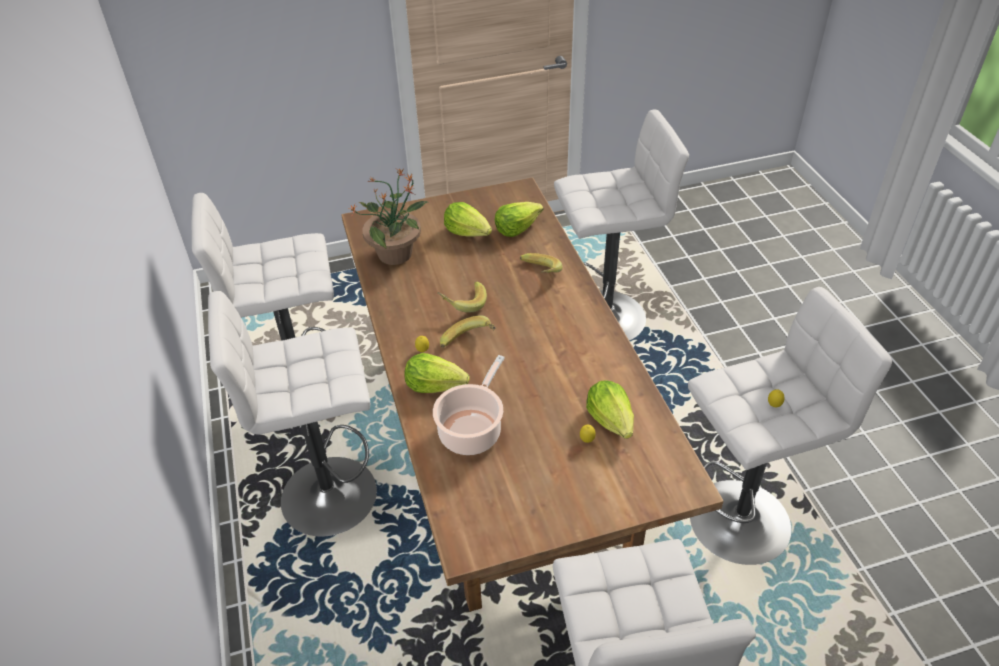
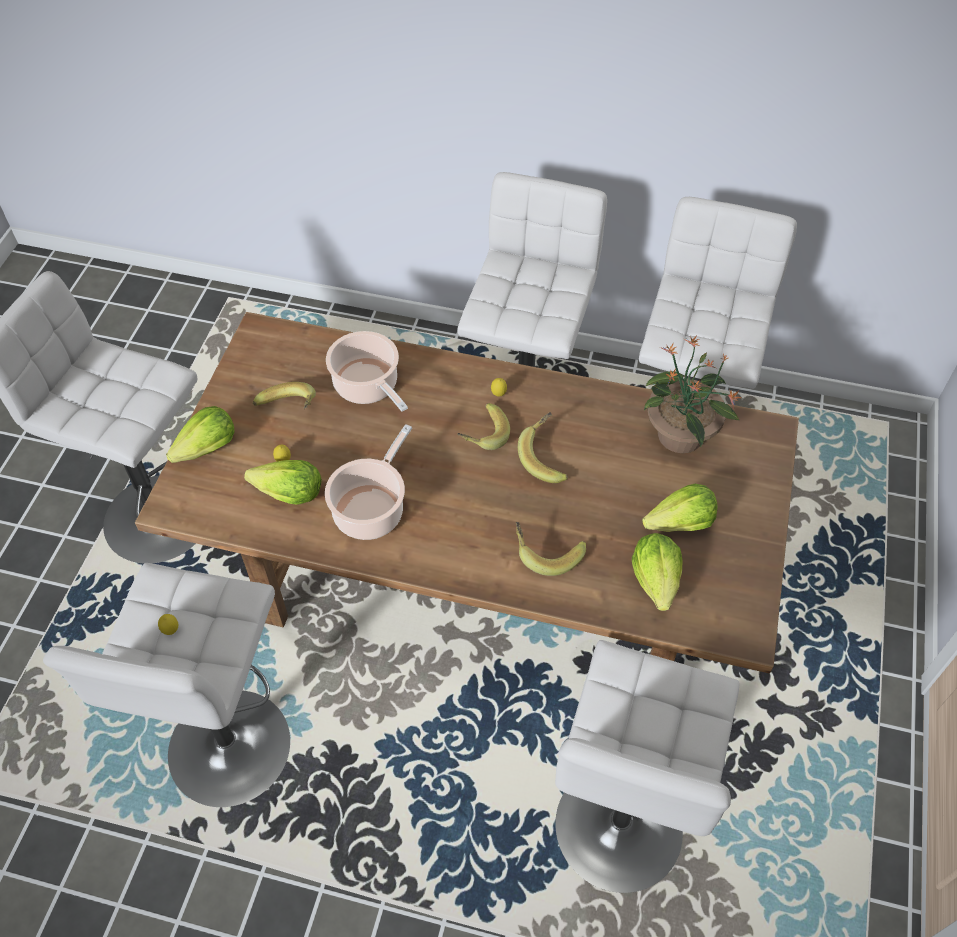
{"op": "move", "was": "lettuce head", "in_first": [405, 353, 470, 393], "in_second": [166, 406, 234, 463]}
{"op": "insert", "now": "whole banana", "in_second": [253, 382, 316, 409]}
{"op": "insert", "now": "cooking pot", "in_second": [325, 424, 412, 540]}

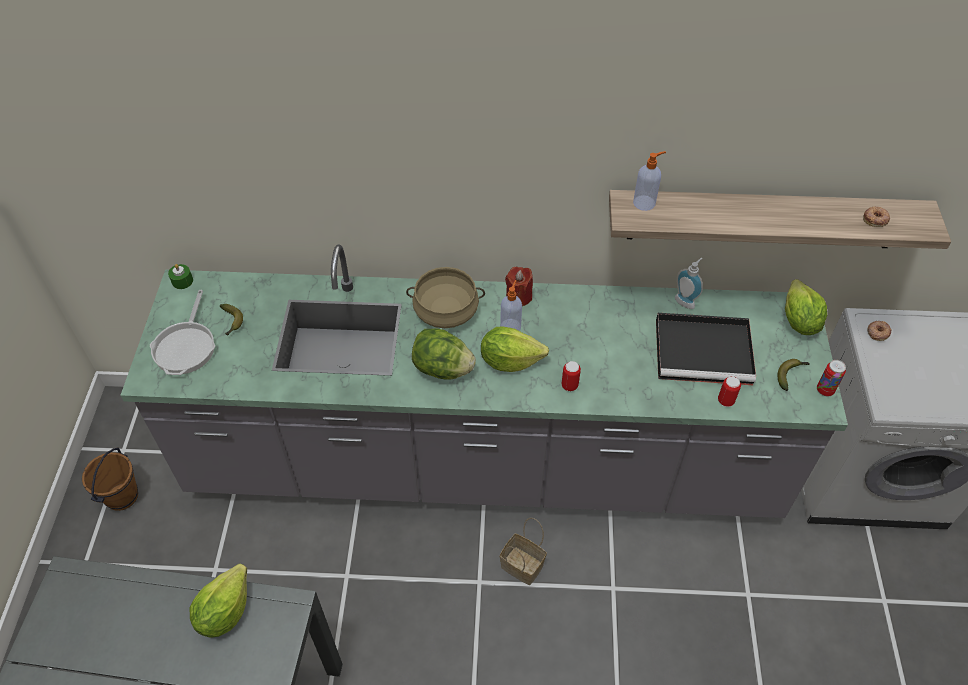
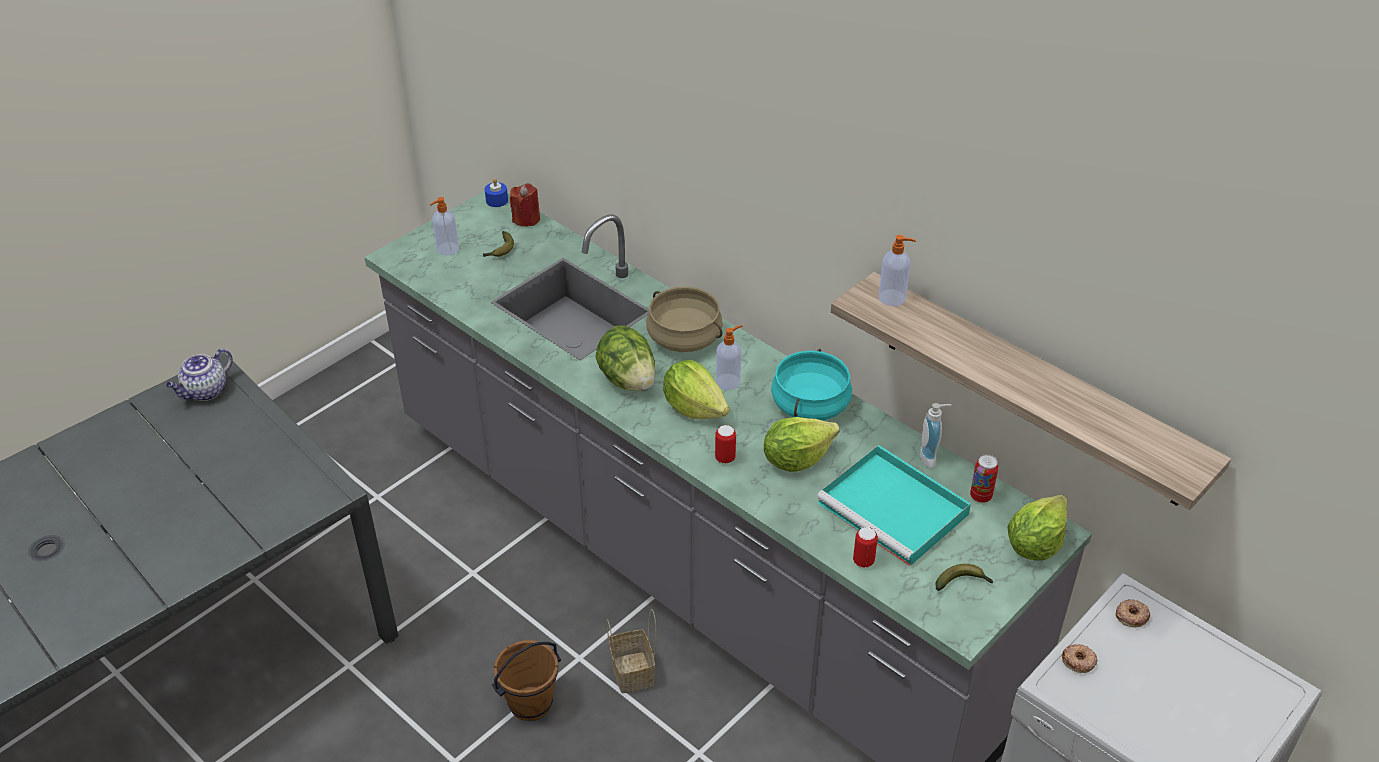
{"op": "move", "was": "ring doughnut", "in_first": [863, 207, 890, 227], "in_second": [1062, 644, 1097, 673]}
{"op": "recolor", "was": "green candle", "now": "blue-coloured candle", "in_first": [168, 264, 193, 289], "in_second": [485, 178, 508, 207]}
{"op": "move", "was": "red candle", "in_first": [505, 267, 533, 306], "in_second": [510, 183, 540, 227]}
{"op": "replace", "was": "skillet", "now": "soap bottle", "in_first": [150, 290, 215, 375], "in_second": [430, 197, 459, 255]}
{"op": "recolor", "was": "blackish tray", "now": "turquoise-coloured tray", "in_first": [656, 313, 756, 385], "in_second": [817, 445, 971, 566]}
{"op": "move", "was": "metal can", "in_first": [817, 360, 846, 397], "in_second": [970, 454, 998, 503]}
{"op": "move", "was": "brown pail", "in_first": [82, 448, 138, 511], "in_second": [492, 640, 561, 721]}
{"op": "move", "was": "lettuce head", "in_first": [189, 563, 247, 638], "in_second": [764, 417, 840, 472]}
{"op": "insert", "now": "teapot", "in_second": [166, 348, 233, 401]}
{"op": "insert", "now": "turquoise-coloured cooking pot", "in_second": [771, 349, 852, 421]}

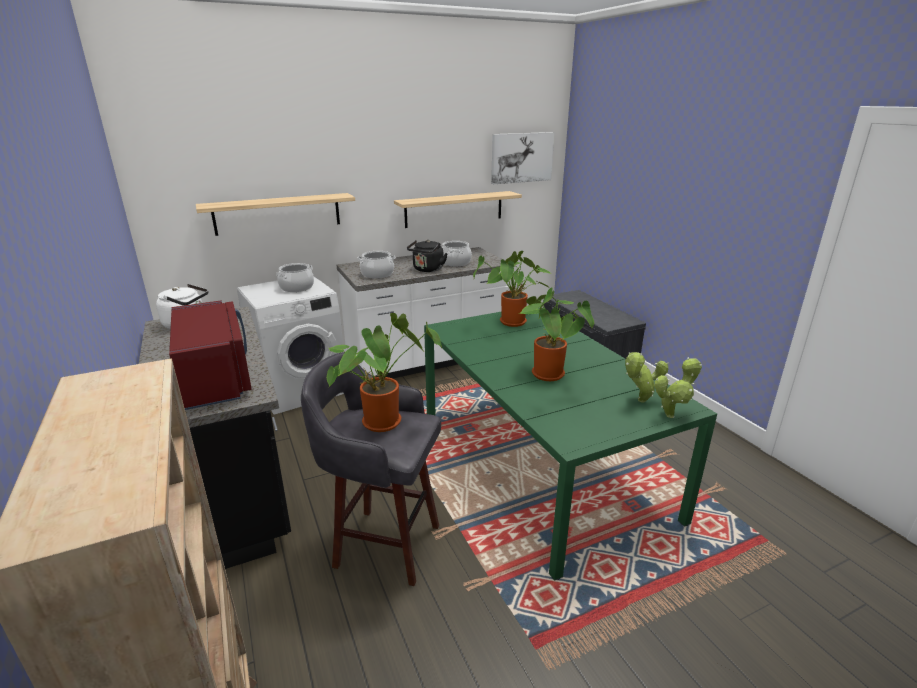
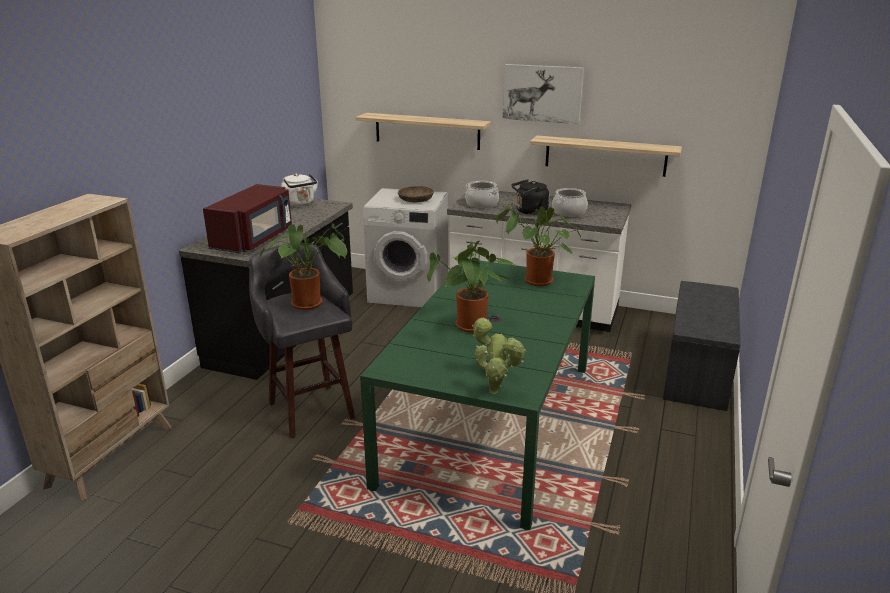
{"op": "move", "was": "wall art", "in_first": [491, 132, 554, 184], "in_second": [503, 64, 584, 124]}
{"op": "replace", "was": "cooking pot", "now": "brown bowl", "in_first": [276, 263, 314, 292], "in_second": [398, 186, 434, 202]}

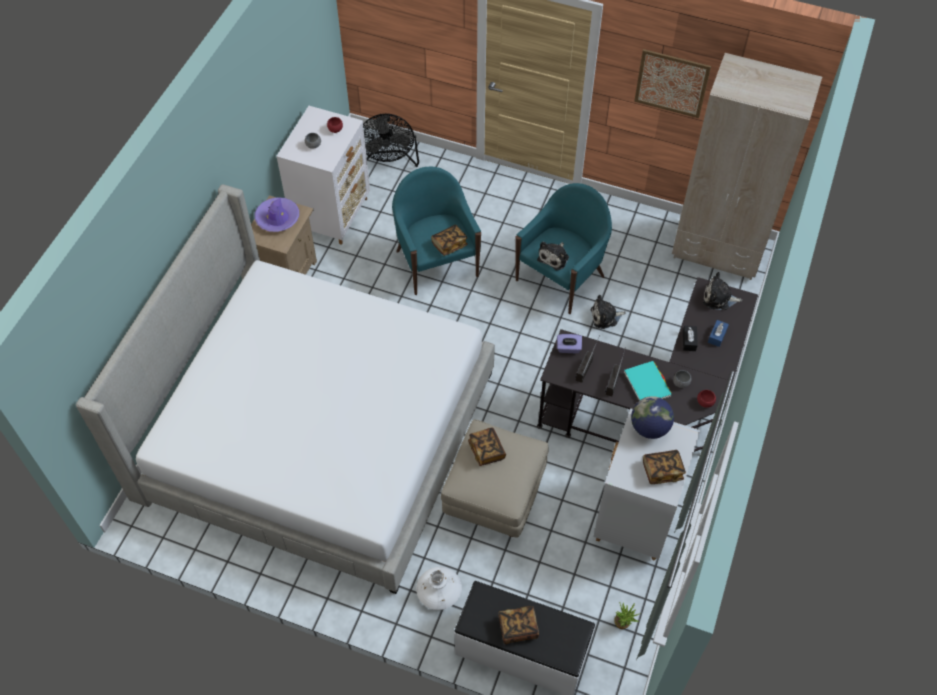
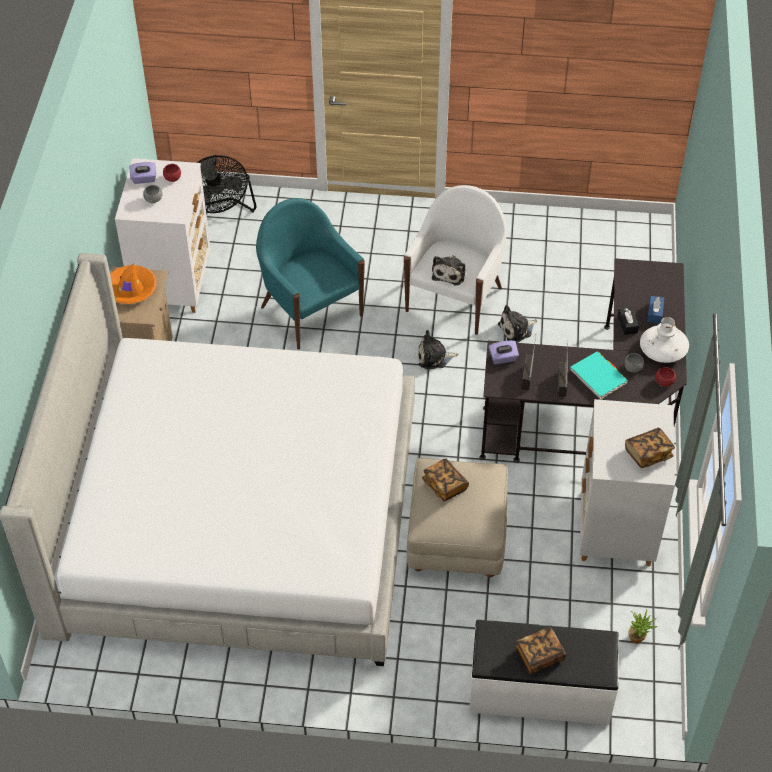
{"op": "delete", "was": "wall art", "in_first": [634, 49, 711, 118]}
{"op": "delete", "was": "beige-coloured wardrobe", "in_first": [672, 53, 822, 280]}
{"op": "recolor", "was": "turquoise-coloured armchair", "now": "white-coloured armchair", "in_first": [516, 183, 612, 314], "in_second": [404, 185, 507, 335]}
{"op": "recolor", "was": "purple wearable hat", "now": "orange wearable hat", "in_first": [254, 197, 299, 232], "in_second": [110, 263, 156, 304]}
{"op": "delete", "was": "book", "in_first": [431, 225, 468, 256]}
{"op": "move", "was": "soft toy", "in_first": [703, 272, 742, 310], "in_second": [418, 330, 458, 370]}
{"op": "delete", "was": "globe", "in_first": [631, 396, 674, 439]}
{"op": "move", "was": "white-coloured flower vase", "in_first": [416, 567, 462, 610], "in_second": [640, 317, 689, 363]}
{"op": "insert", "now": "purple tissue holder", "in_second": [129, 162, 156, 184]}

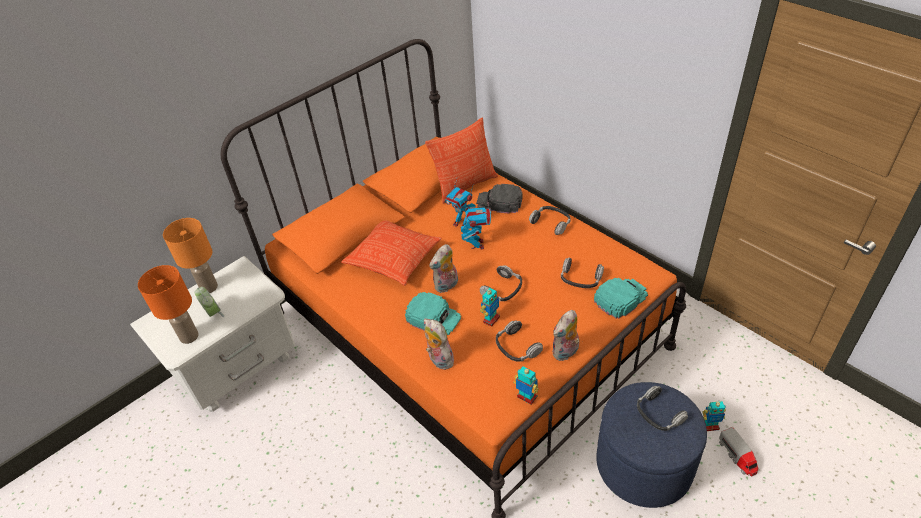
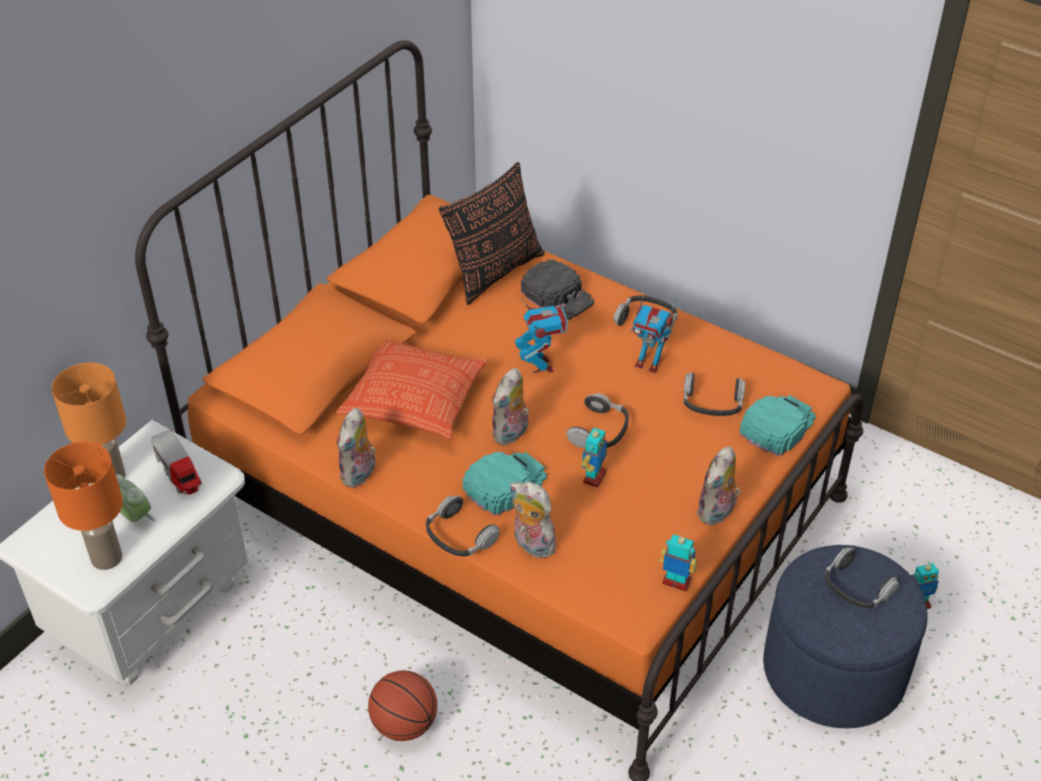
{"op": "recolor", "was": "orange pillow", "now": "blackish pillow", "in_first": [425, 118, 498, 204], "in_second": [439, 162, 545, 305]}
{"op": "move", "was": "robot figure", "in_first": [445, 179, 476, 227], "in_second": [630, 289, 676, 373]}
{"op": "rotate", "was": "blackish baseball cap", "in_first": [476, 184, 522, 213], "in_second": [521, 259, 594, 320], "clockwise": -135}
{"op": "rotate", "was": "turquoise-coloured baseball cap", "in_first": [405, 292, 461, 335], "in_second": [463, 451, 547, 516], "clockwise": -60}
{"op": "move", "was": "headphones", "in_first": [496, 321, 543, 362], "in_second": [426, 496, 499, 557]}
{"op": "move", "was": "toy lorry", "in_first": [719, 427, 758, 476], "in_second": [151, 430, 202, 495]}
{"op": "insert", "now": "soft toy", "in_second": [337, 408, 376, 488]}
{"op": "insert", "now": "basketball ball", "in_second": [368, 670, 437, 741]}

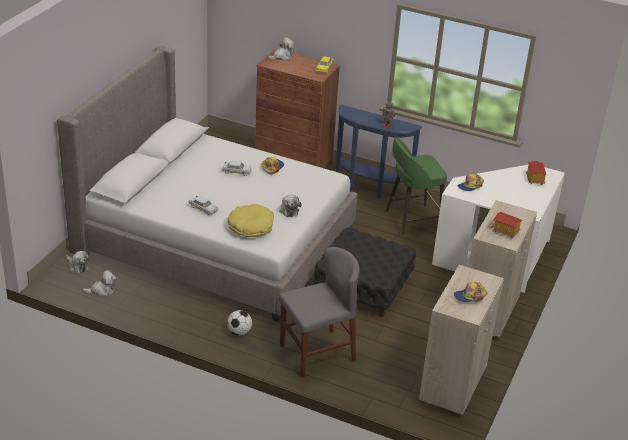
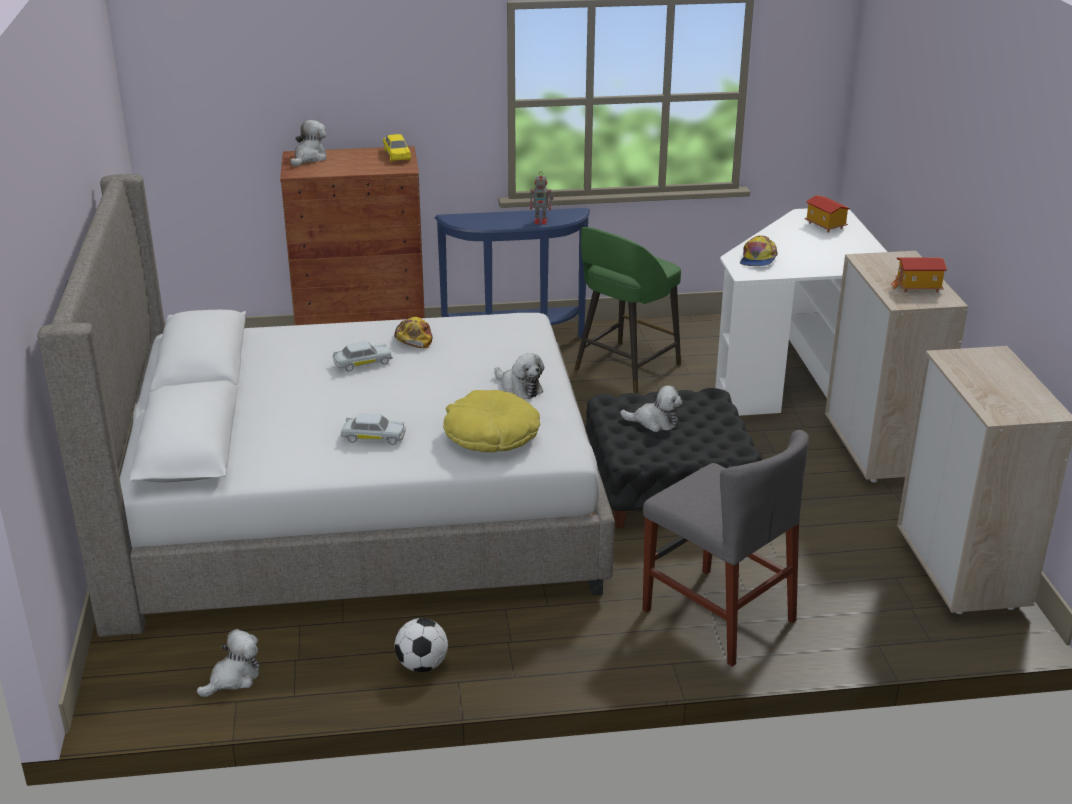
{"op": "rotate", "was": "greyish upright chair", "in_first": [279, 247, 359, 377], "in_second": [643, 430, 809, 667], "clockwise": 105}
{"op": "move", "was": "soft toy", "in_first": [66, 251, 89, 273], "in_second": [620, 385, 682, 432]}
{"op": "delete", "was": "baseball cap", "in_first": [454, 282, 488, 302]}
{"op": "move", "was": "football", "in_first": [227, 310, 252, 336], "in_second": [395, 618, 448, 672]}

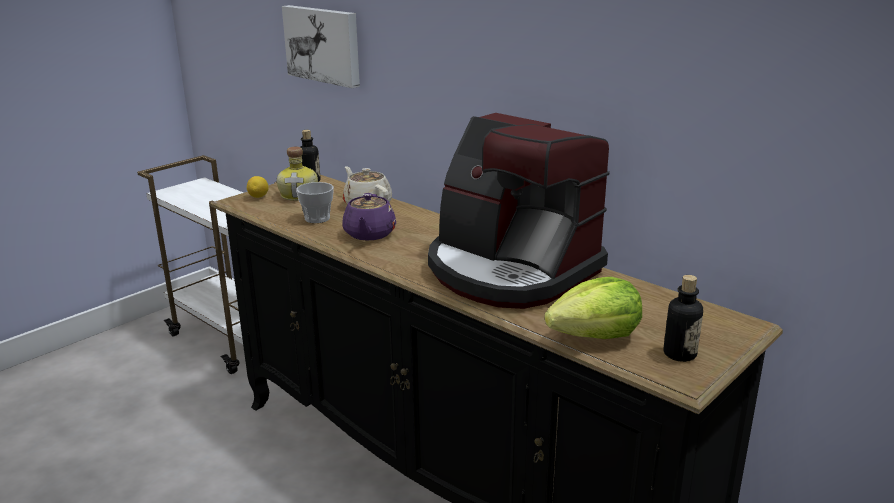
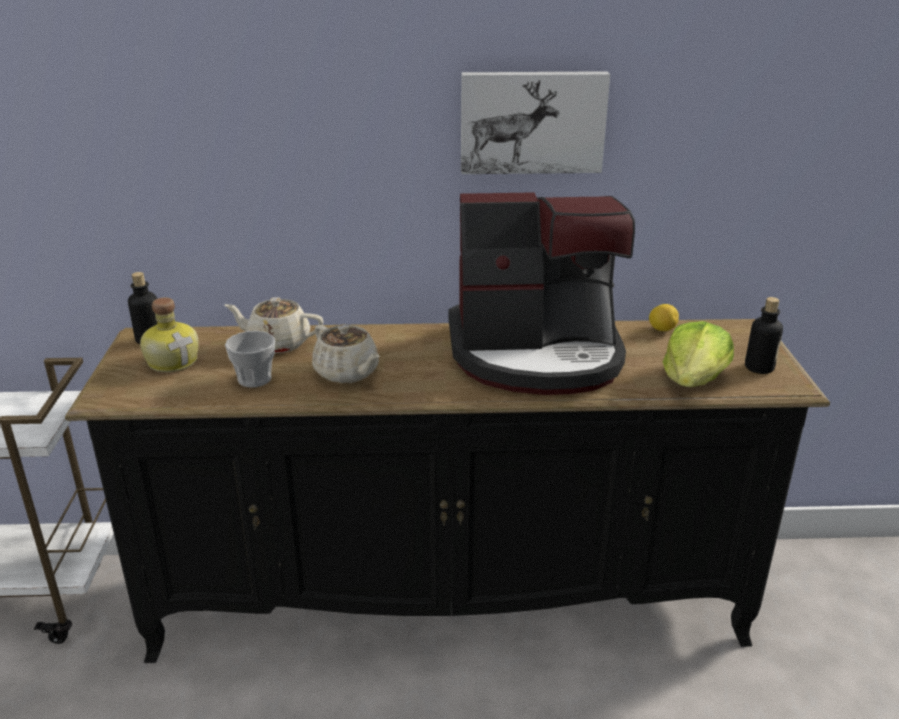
{"op": "move", "was": "wall art", "in_first": [282, 5, 360, 88], "in_second": [461, 71, 610, 174]}
{"op": "move", "was": "whole lemon", "in_first": [247, 176, 269, 198], "in_second": [649, 304, 679, 331]}
{"op": "recolor", "was": "purple teapot", "now": "beige-coloured teapot", "in_first": [343, 193, 396, 241], "in_second": [312, 324, 380, 384]}

